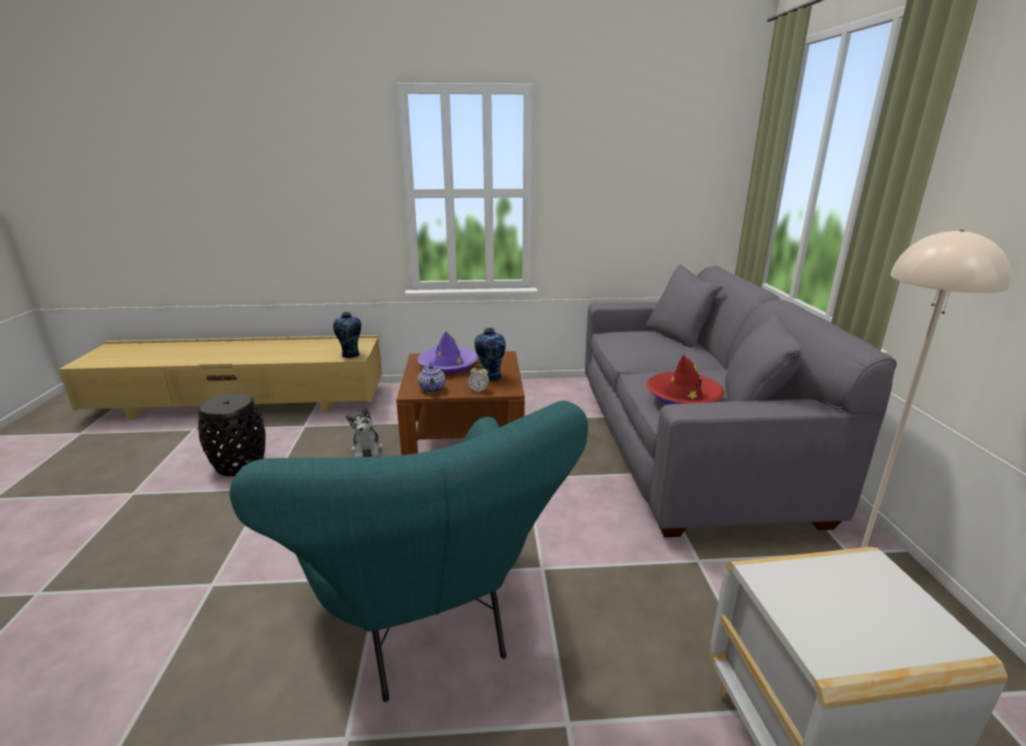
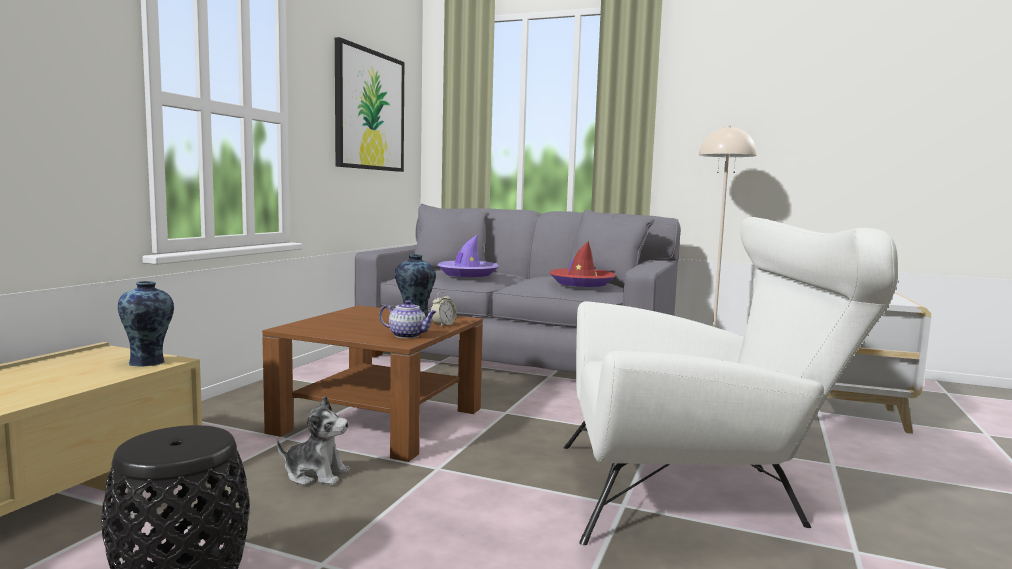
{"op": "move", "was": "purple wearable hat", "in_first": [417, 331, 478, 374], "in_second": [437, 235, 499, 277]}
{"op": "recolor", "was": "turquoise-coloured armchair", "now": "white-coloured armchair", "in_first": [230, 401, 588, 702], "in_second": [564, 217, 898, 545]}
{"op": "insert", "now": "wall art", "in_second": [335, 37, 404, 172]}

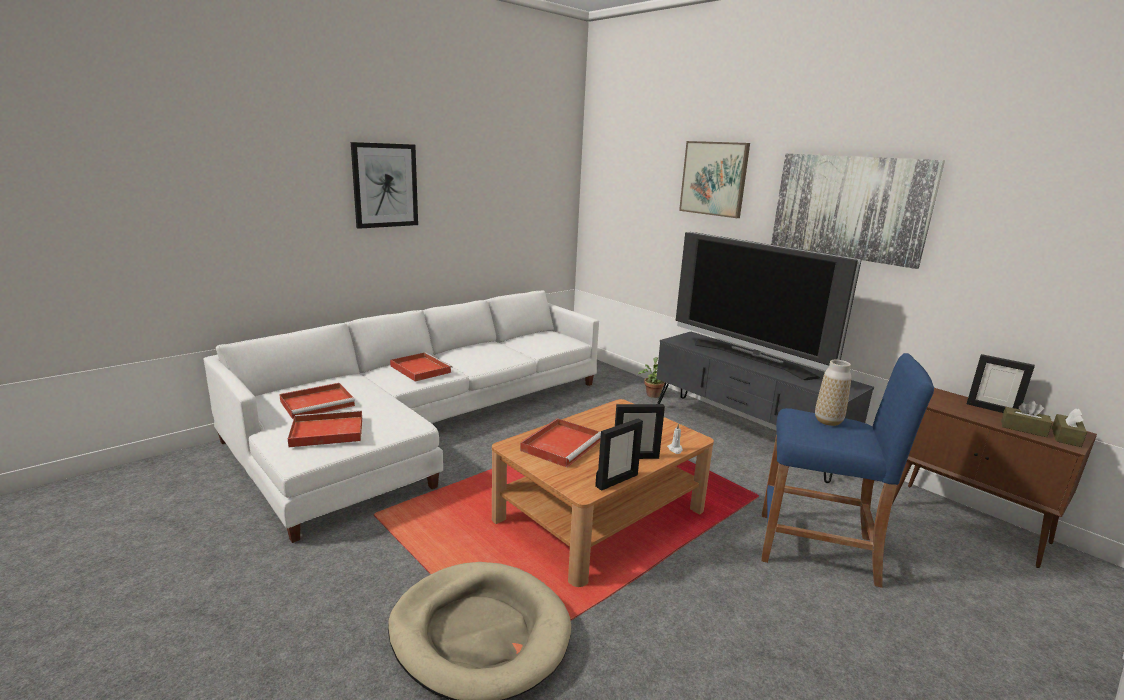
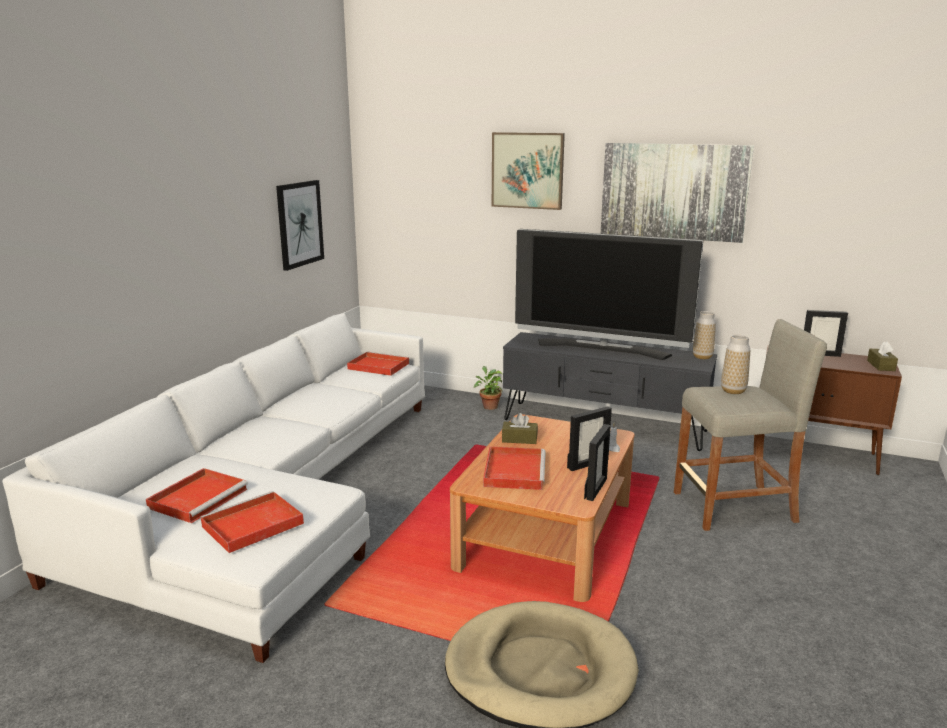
{"op": "move", "was": "wall art", "in_first": [351, 142, 418, 229], "in_second": [276, 180, 324, 271]}
{"op": "move", "was": "red tray", "in_first": [390, 352, 452, 381], "in_second": [347, 352, 410, 376]}
{"op": "recolor", "was": "blue-coloured stool seat", "now": "beige-coloured stool seat", "in_first": [761, 353, 934, 588], "in_second": [674, 319, 827, 531]}
{"op": "move", "was": "brown tissue holder", "in_first": [1001, 401, 1052, 437], "in_second": [502, 413, 538, 444]}
{"op": "insert", "now": "flower vase", "in_second": [693, 311, 716, 359]}

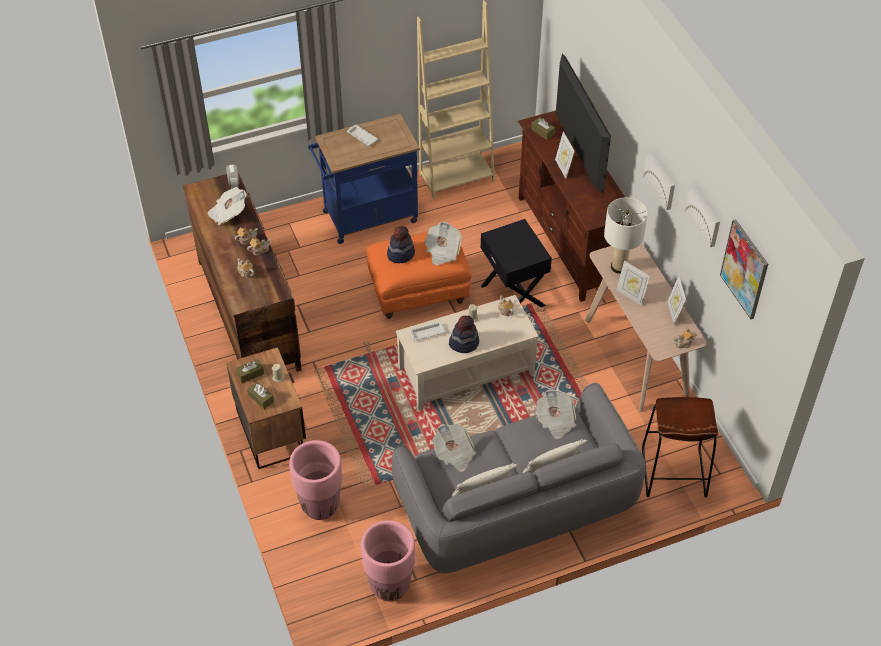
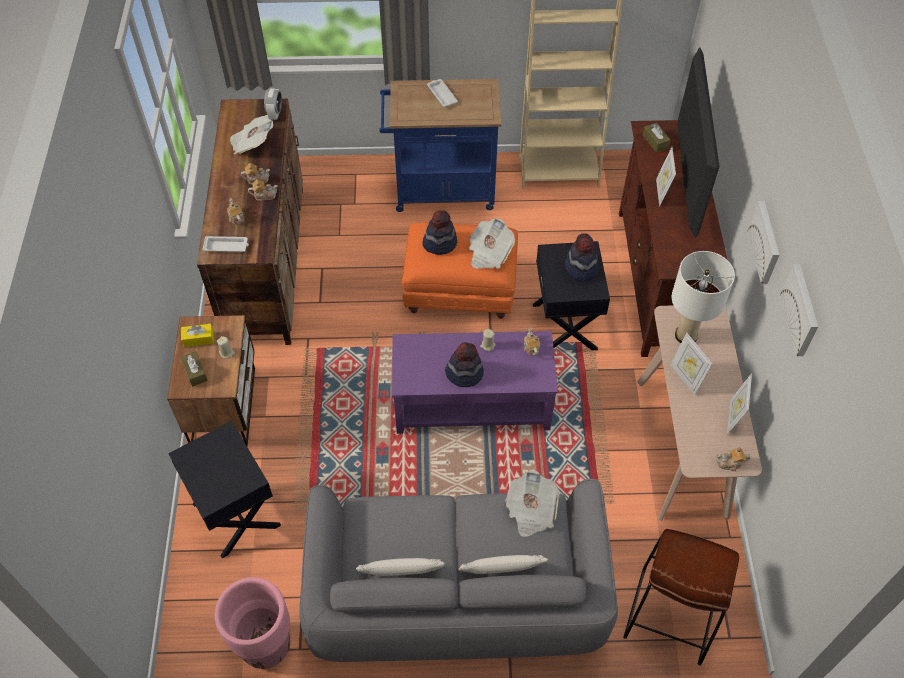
{"op": "delete", "was": "wall art", "in_first": [720, 219, 768, 319]}
{"op": "recolor", "was": "beige-coloured coffee table", "now": "purple coffee table", "in_first": [396, 295, 539, 411], "in_second": [392, 331, 558, 434]}
{"op": "move", "was": "white-coloured tray", "in_first": [409, 322, 446, 341], "in_second": [203, 236, 249, 252]}
{"op": "recolor", "was": "brown tissue holder", "now": "yellowish tissue holder", "in_first": [236, 359, 264, 383], "in_second": [181, 324, 214, 347]}
{"op": "delete", "was": "daily paper", "in_first": [432, 424, 476, 472]}
{"op": "replace", "was": "pink flower pot", "now": "blackish side table", "in_first": [289, 440, 342, 520], "in_second": [168, 421, 281, 558]}
{"op": "insert", "now": "wearable hat", "in_second": [565, 233, 598, 282]}

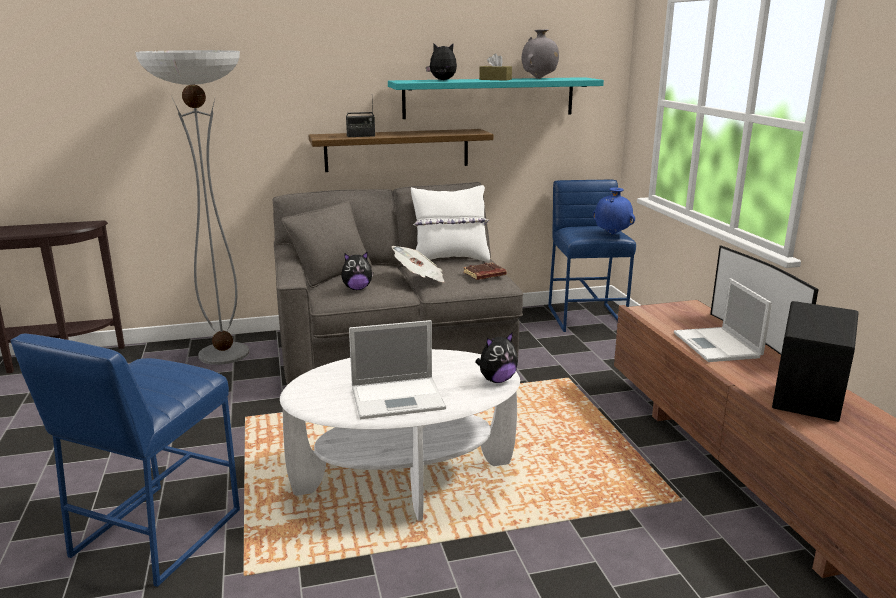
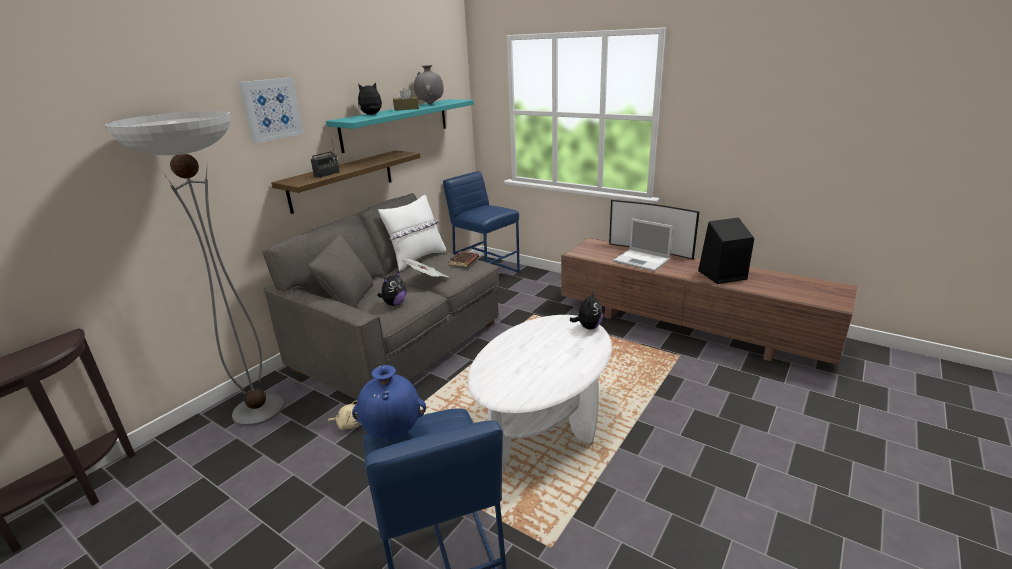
{"op": "move", "was": "blue-coloured flower vase", "in_first": [593, 188, 635, 234], "in_second": [352, 365, 426, 441]}
{"op": "delete", "was": "portable computer", "in_first": [349, 320, 446, 419]}
{"op": "insert", "now": "wall art", "in_second": [238, 77, 304, 143]}
{"op": "insert", "now": "beige-coloured soft toy", "in_second": [327, 400, 360, 430]}

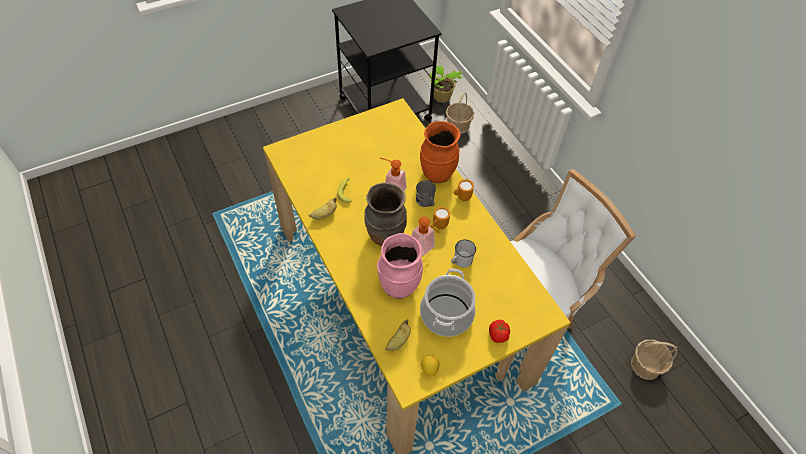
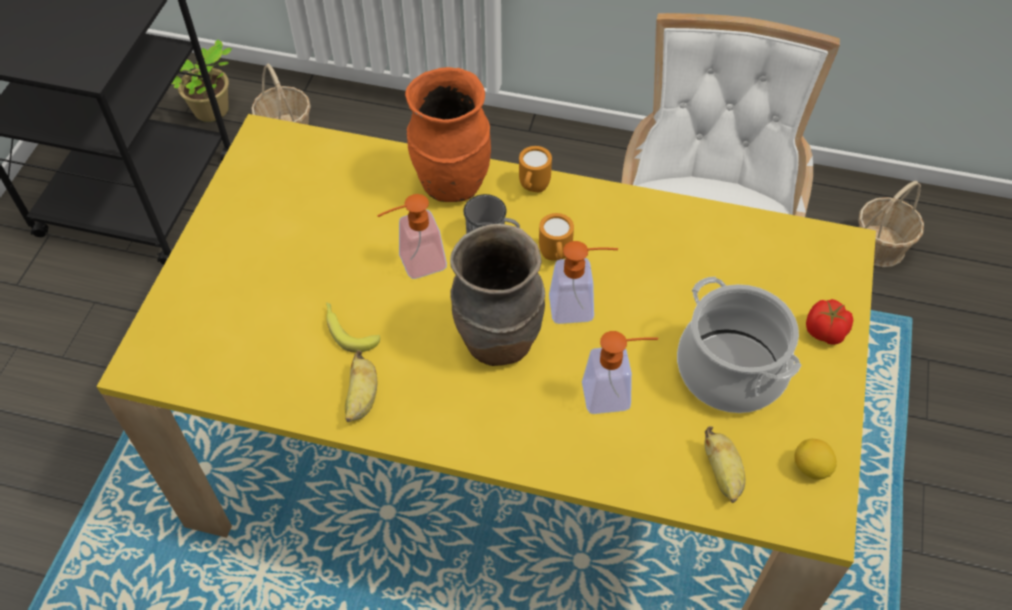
{"op": "replace", "was": "pink flower vase", "now": "soap bottle", "in_first": [377, 233, 423, 299], "in_second": [582, 331, 658, 414]}
{"op": "delete", "was": "white-coloured coffee mug", "in_first": [451, 239, 476, 267]}

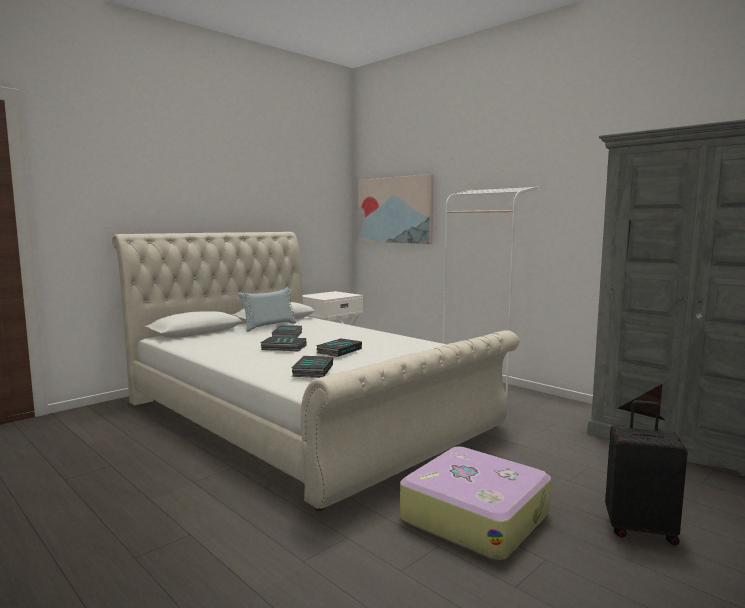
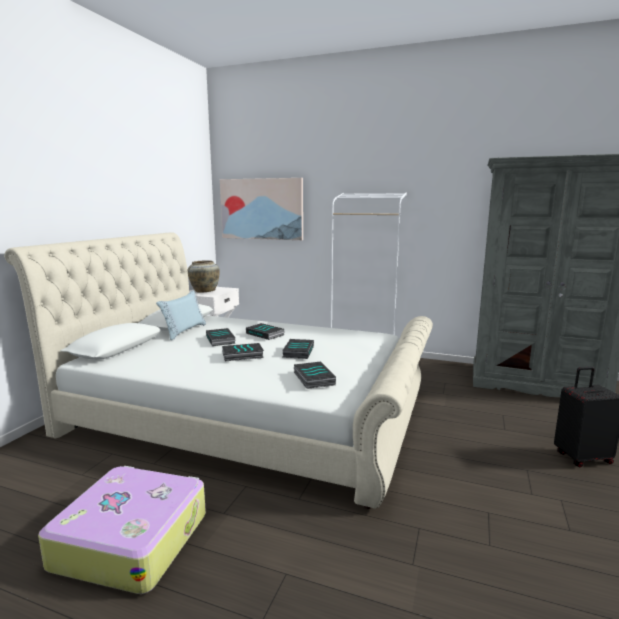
{"op": "move", "was": "suitcase", "in_first": [400, 447, 551, 560], "in_second": [38, 466, 206, 594]}
{"op": "insert", "now": "beige-coloured flower vase", "in_second": [188, 261, 220, 293]}
{"op": "insert", "now": "book", "in_second": [246, 323, 284, 340]}

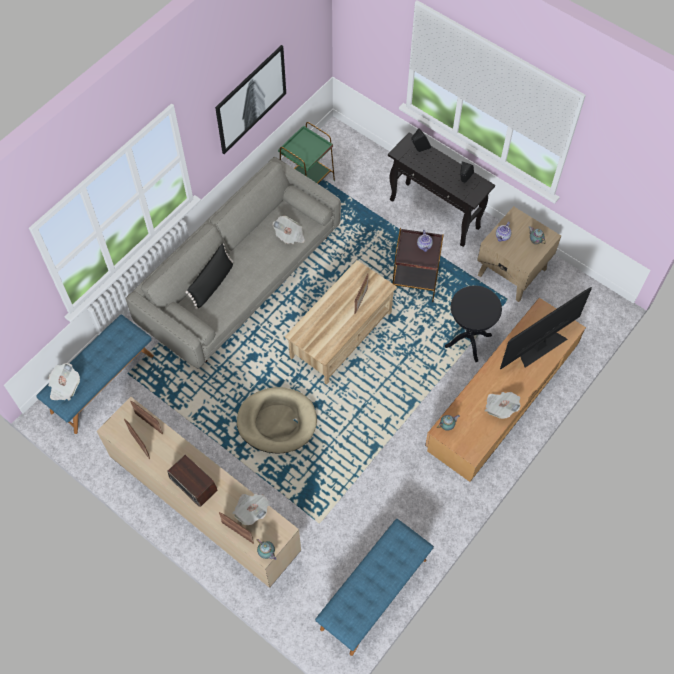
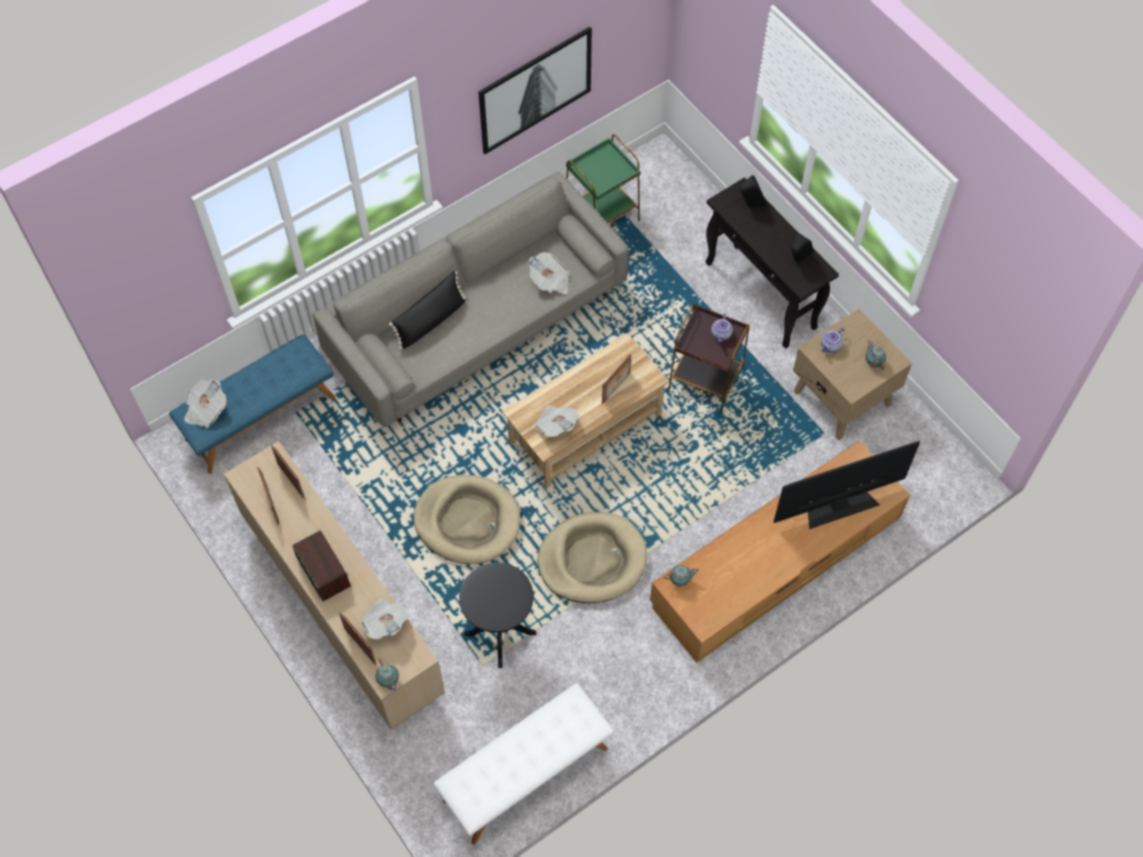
{"op": "move", "was": "blackish side table", "in_first": [445, 286, 502, 362], "in_second": [459, 562, 536, 668]}
{"op": "move", "was": "daily paper", "in_first": [485, 392, 521, 419], "in_second": [534, 405, 579, 437]}
{"op": "recolor", "was": "blue-coloured long seat", "now": "white-coloured long seat", "in_first": [315, 519, 434, 656], "in_second": [433, 683, 614, 845]}
{"op": "insert", "now": "beige-coloured dog cushion", "in_second": [538, 512, 647, 603]}

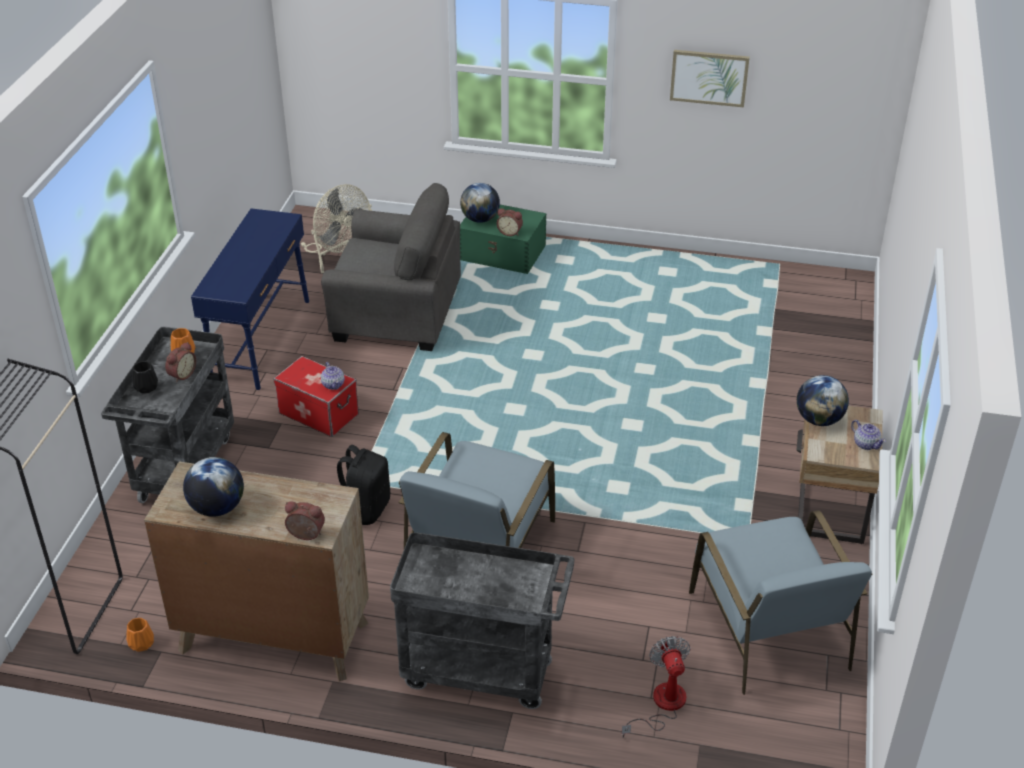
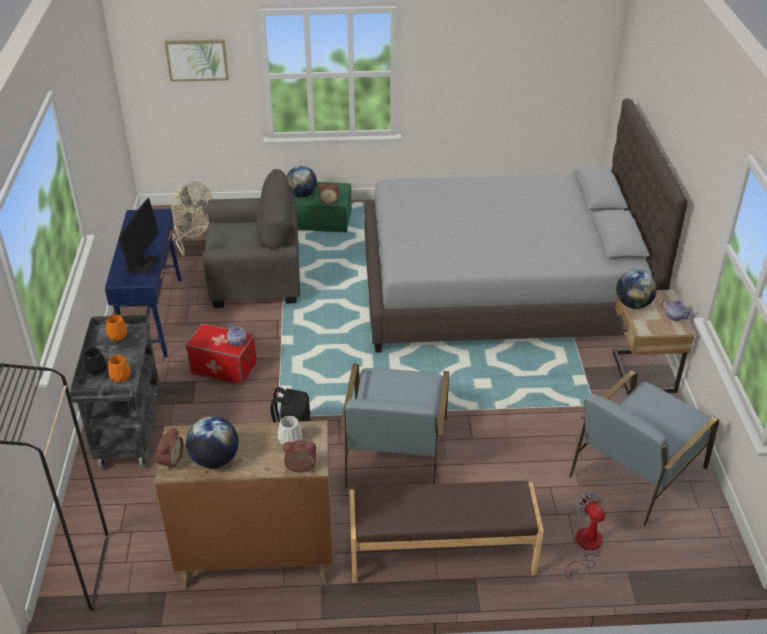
{"op": "move", "was": "wall art", "in_first": [670, 50, 750, 107], "in_second": [165, 39, 229, 82]}
{"op": "move", "was": "table clock", "in_first": [165, 342, 196, 383], "in_second": [156, 427, 183, 471]}
{"op": "rotate", "was": "blue-coloured armchair", "in_first": [689, 510, 872, 695], "in_second": [570, 371, 719, 527], "clockwise": 75}
{"op": "replace", "was": "blackish trolley", "now": "brown long seat", "in_first": [390, 532, 574, 709], "in_second": [349, 481, 544, 583]}
{"op": "move", "was": "orange flower vase", "in_first": [126, 618, 154, 652], "in_second": [108, 355, 131, 382]}
{"op": "insert", "now": "greyish bedroom bed", "in_second": [364, 98, 688, 353]}
{"op": "insert", "now": "computer display", "in_second": [118, 198, 159, 275]}
{"op": "insert", "now": "white-coloured flower vase", "in_second": [278, 416, 302, 445]}

